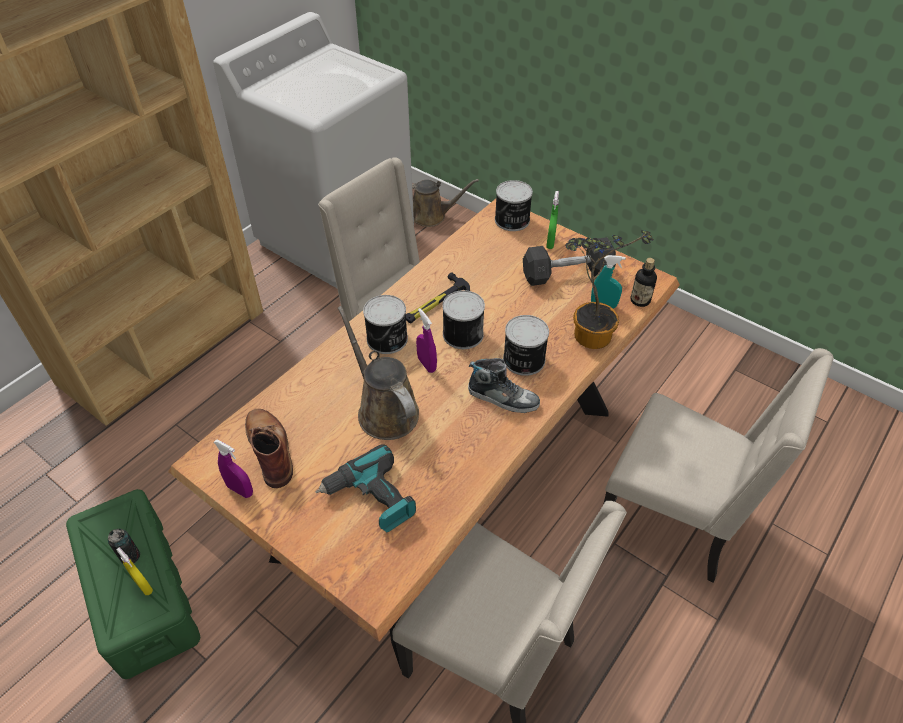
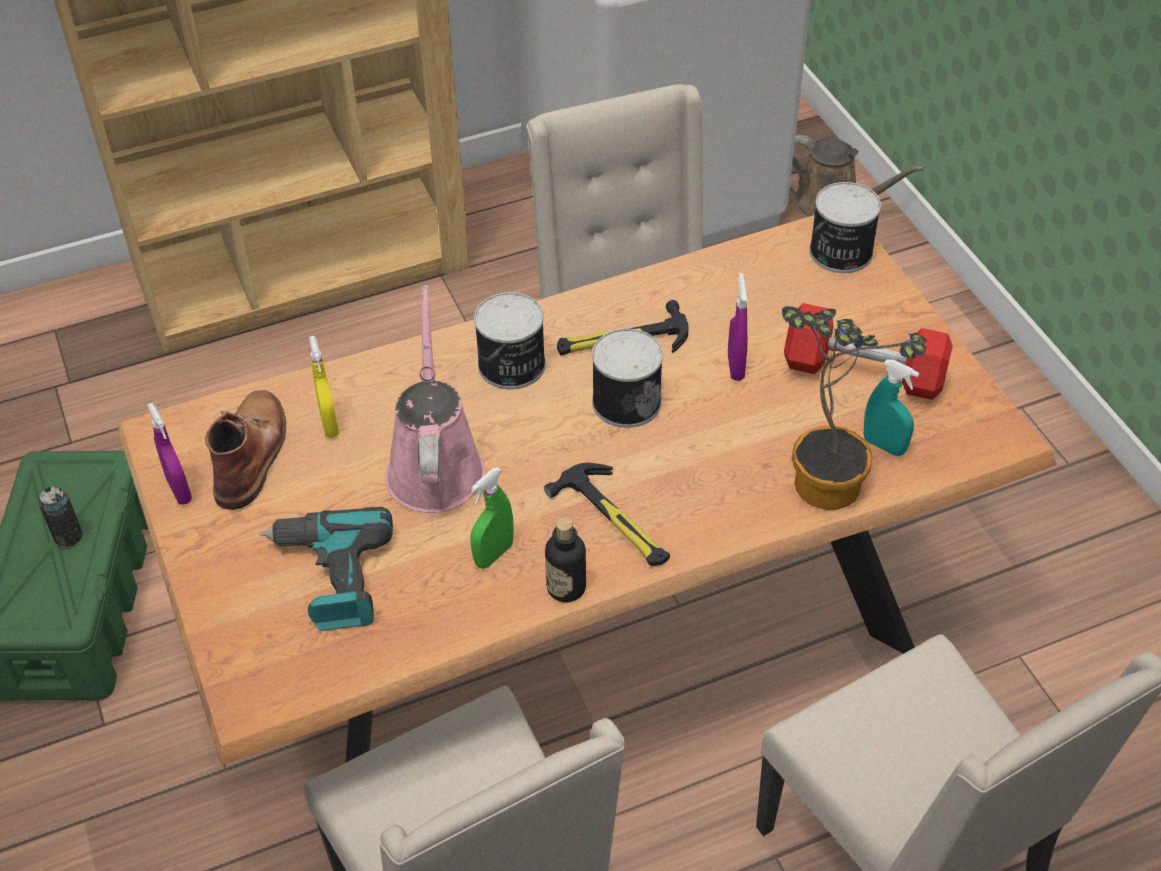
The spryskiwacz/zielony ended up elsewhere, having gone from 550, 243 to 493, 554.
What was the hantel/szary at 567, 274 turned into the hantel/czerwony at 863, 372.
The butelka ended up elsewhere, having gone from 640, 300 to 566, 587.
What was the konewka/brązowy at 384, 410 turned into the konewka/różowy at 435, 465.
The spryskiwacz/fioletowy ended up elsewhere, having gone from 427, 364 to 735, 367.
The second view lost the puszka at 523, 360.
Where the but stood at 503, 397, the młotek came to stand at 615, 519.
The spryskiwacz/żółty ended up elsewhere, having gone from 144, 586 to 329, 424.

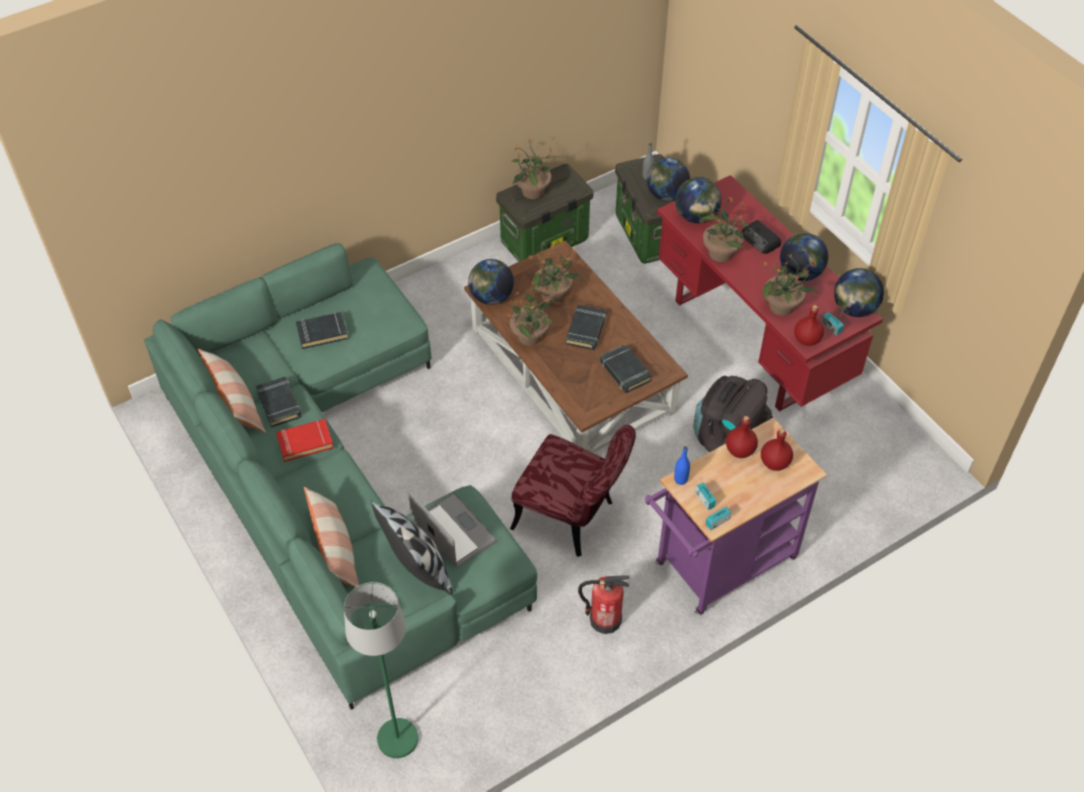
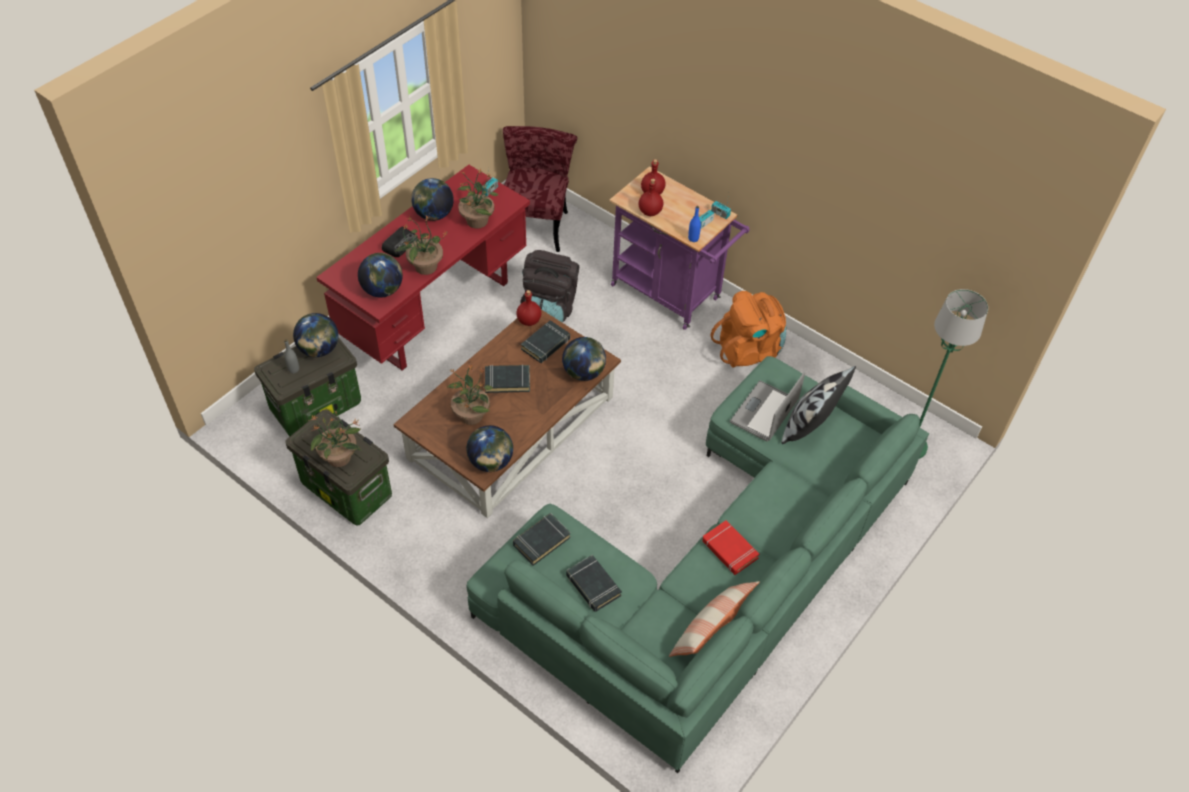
The globus ended up elsewhere, having gone from 854, 309 to 583, 373.
The second view lost the roślina doniczkowa at 530, 336.
The butelka/czerwony ended up elsewhere, having gone from 807, 340 to 529, 320.
The książka/czarny ended up elsewhere, having gone from 279, 404 to 541, 541.
The krzesło/czerwony ended up elsewhere, having gone from 572, 518 to 536, 222.
The second view lost the poduszka at 335, 549.
Where the gaśnica stood at 604, 619, the plecak/pomarańczowy came to stand at 749, 350.

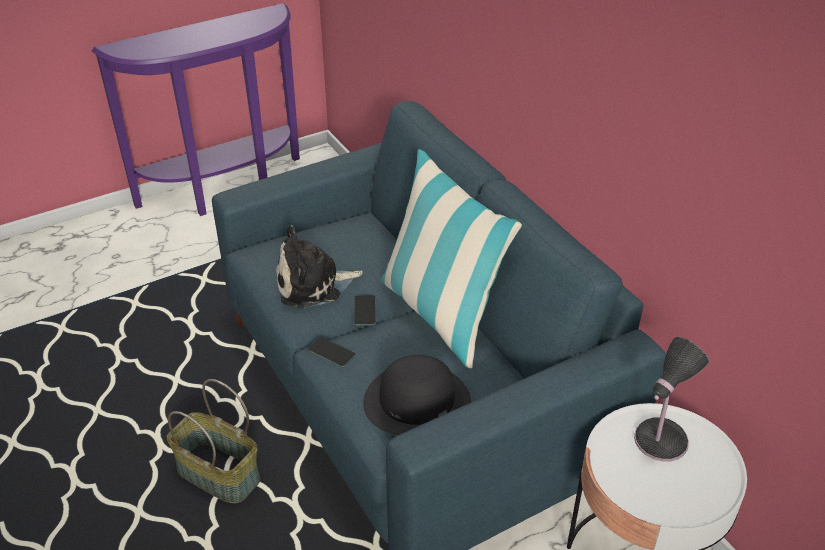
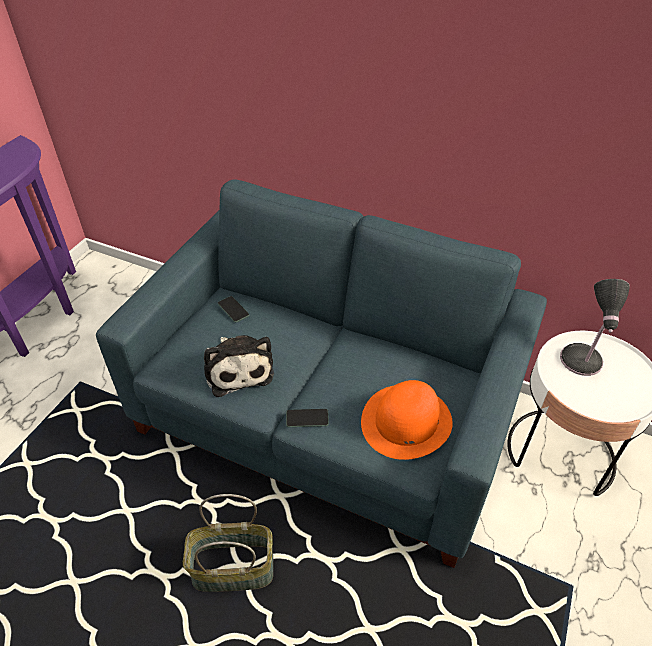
The second view lost the poduszka at 440, 313.
The pluszak at 313, 284 ended up facing another way, 60 degrees counterclockwise from before.
The telefon ended up elsewhere, having gone from 364, 311 to 233, 309.
What was the kapelusz/czarny at 416, 401 turned into the kapelusz/pomarańczowy at 406, 422.

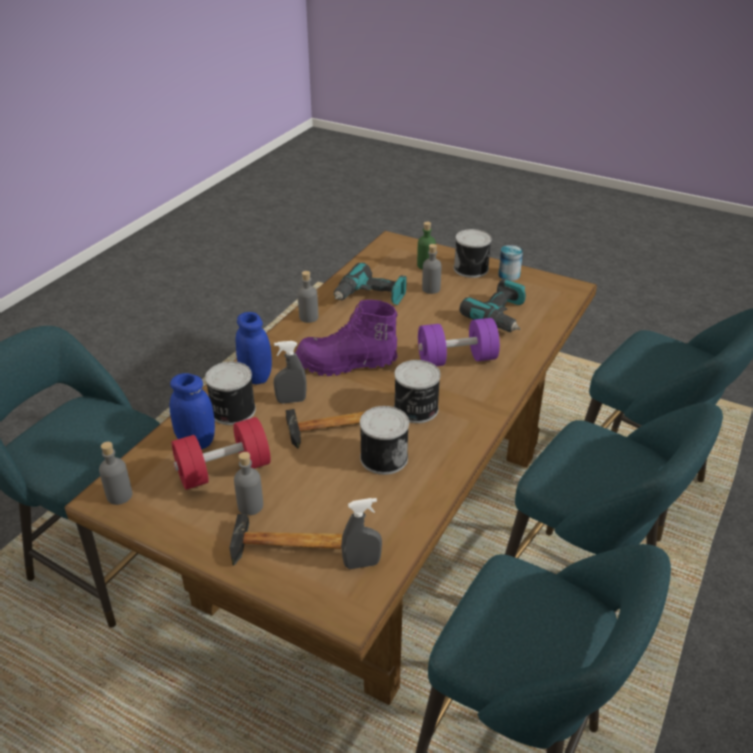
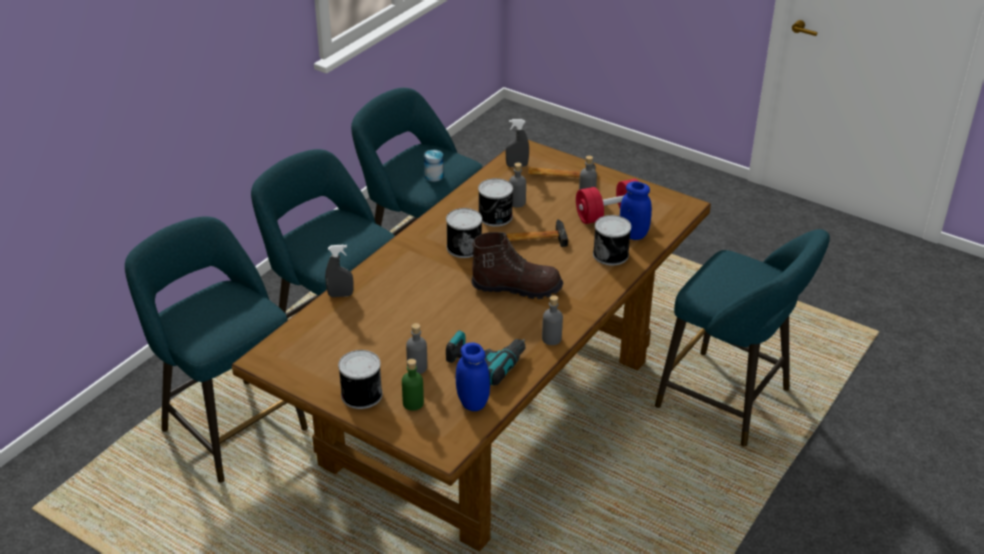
The puszka ended up elsewhere, having gone from 509, 275 to 434, 176.
The second view lost the wiertarka at 500, 316.
What was the but z cholewką/fioletowy at 346, 364 turned into the but z cholewką/brązowy at 517, 287.
The słoik/niebieski ended up elsewhere, having gone from 256, 377 to 472, 402.
The second view lost the hantel/fioletowy at 456, 359.
The spryskiwacz/szary ended up elsewhere, having gone from 291, 401 to 340, 295.
The butelka/szary ended up elsewhere, having gone from 119, 495 to 517, 202.

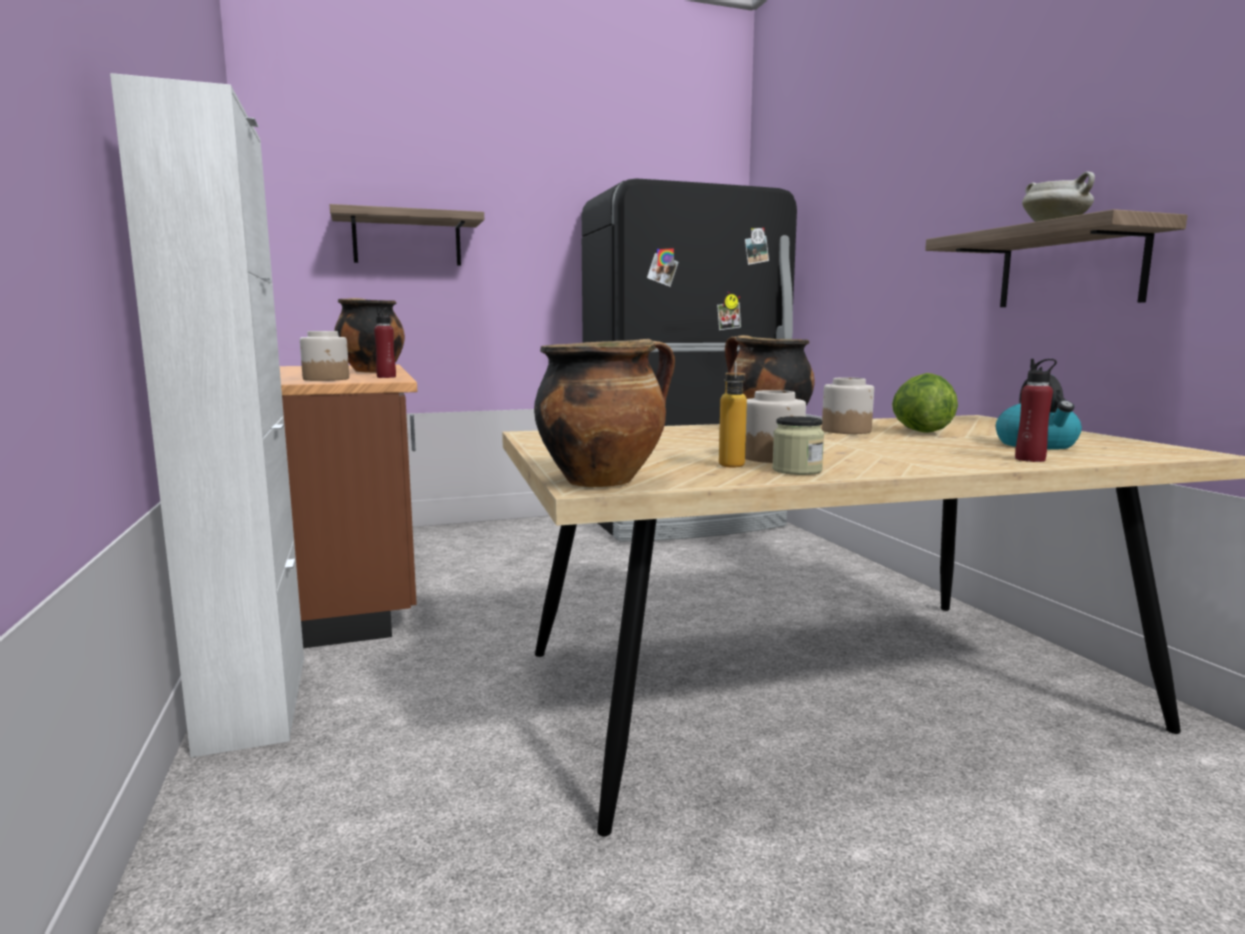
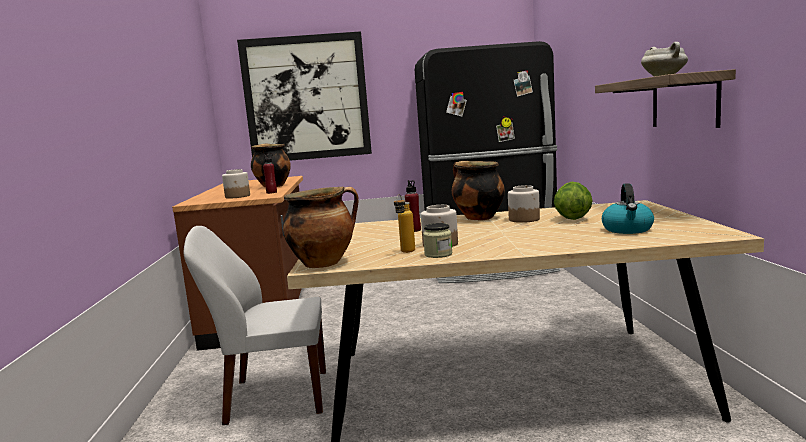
The second view lost the szafka/biały at 254, 703.
Where the półka hung at 407, 240, the obraz came to hang at 306, 98.
The butelka/czerwony ended up elsewhere, having gone from 1030, 459 to 414, 230.
The second view gained the krzesło/biały at 274, 397.

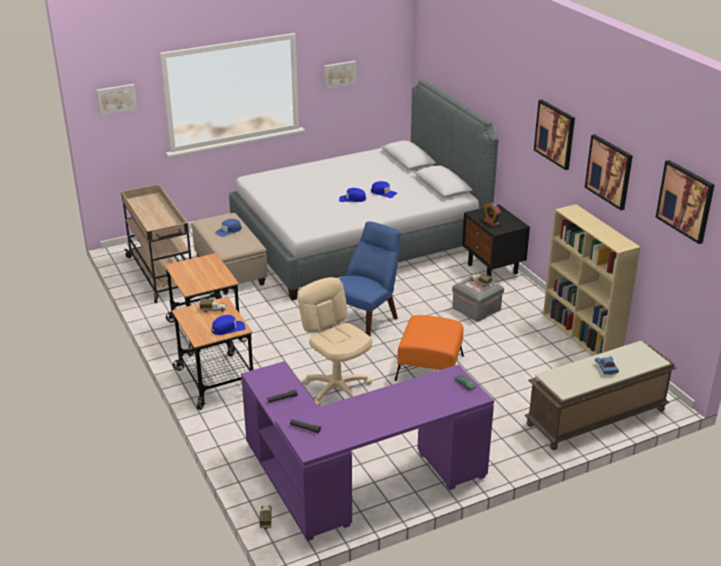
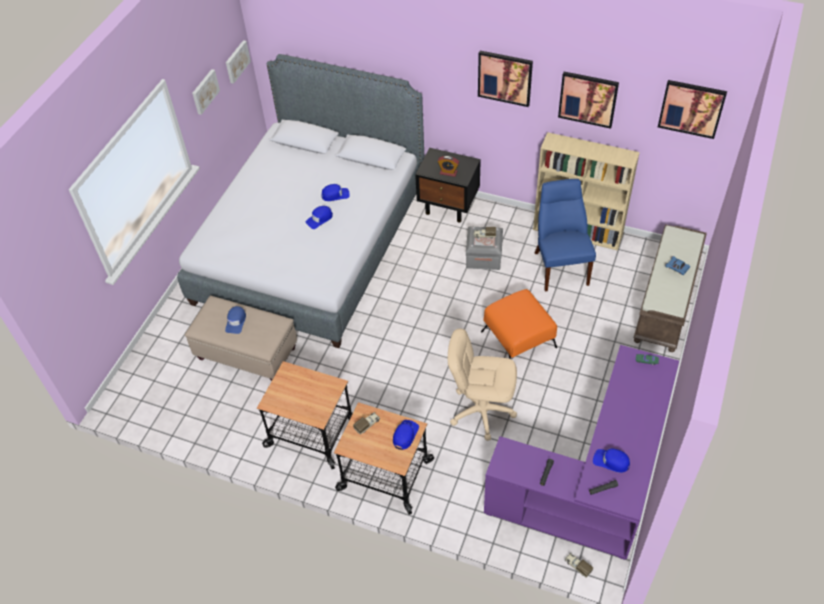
The obraz ended up elsewhere, having gone from 116, 98 to 236, 61.
The second view lost the wózek/beżowy at 162, 275.
The krzesło/niebieski ended up elsewhere, having gone from 366, 322 to 560, 266.
The second view gained the czapka z daszkiem/niebieski at 611, 461.

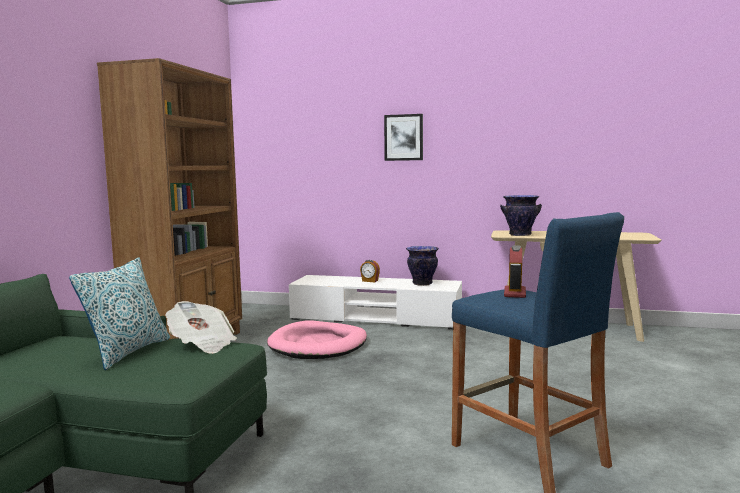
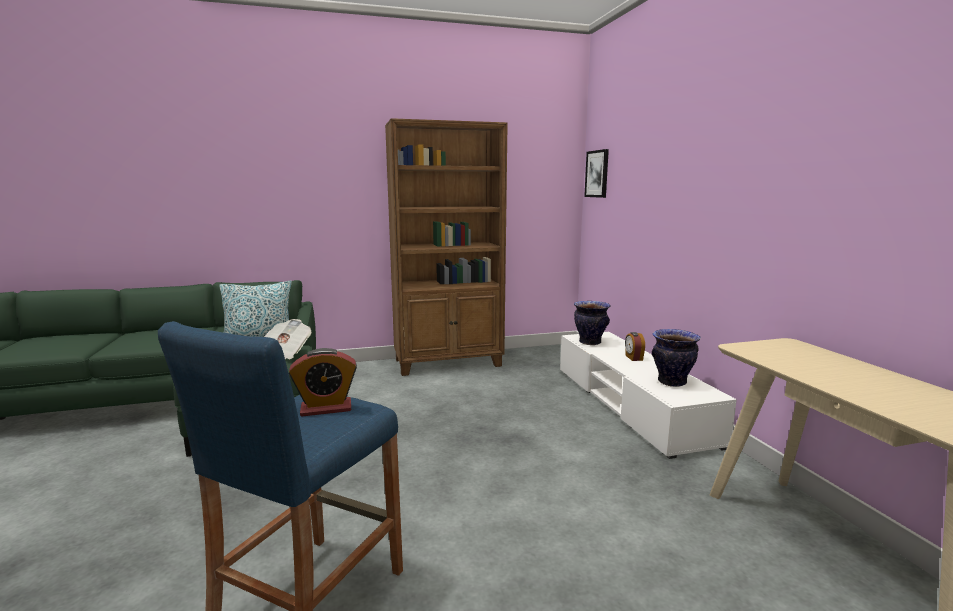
The obraz ended up elsewhere, having gone from 403, 137 to 597, 174.
The wazon ended up elsewhere, having gone from 520, 235 to 590, 342.
The second view lost the legowisko/różowy at 318, 345.

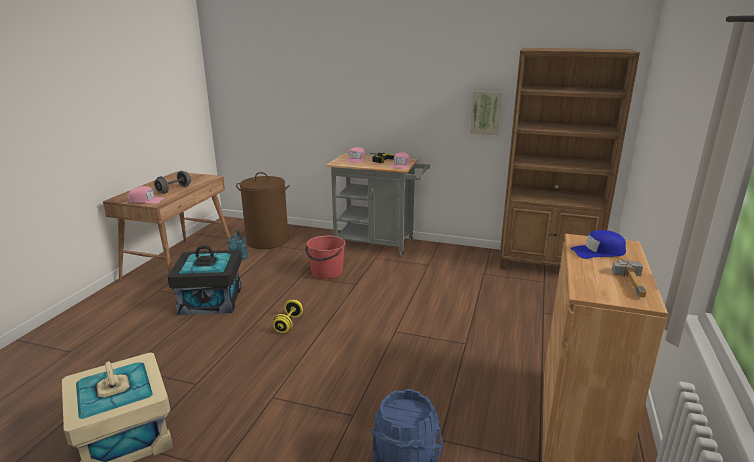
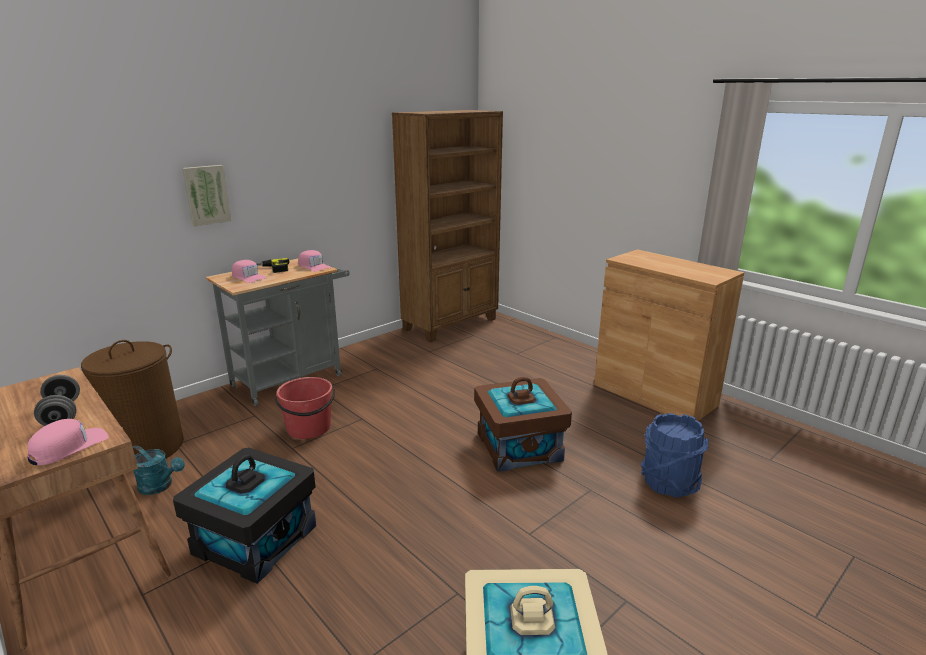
The obraz ended up elsewhere, having gone from 485, 112 to 206, 195.
The second view lost the czapka z daszkiem/niebieski at 598, 252.
The second view lost the młotek at 635, 283.
The second view lost the hantel/żółty at 288, 324.
The second view gained the pojemnik do przechowywania/brązowy at 519, 446.

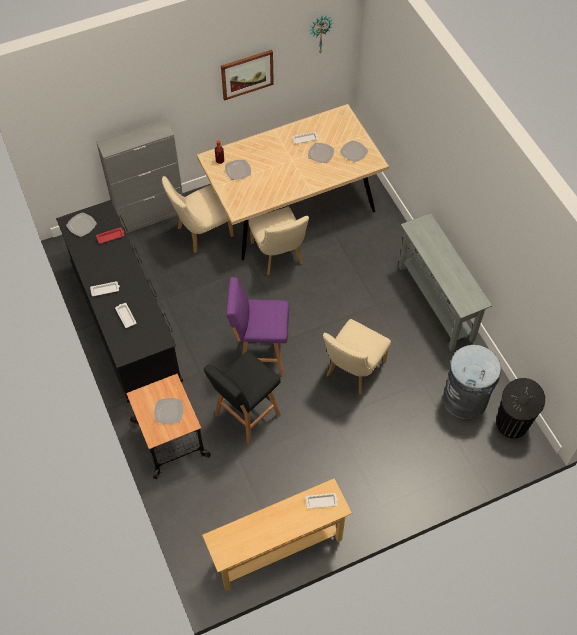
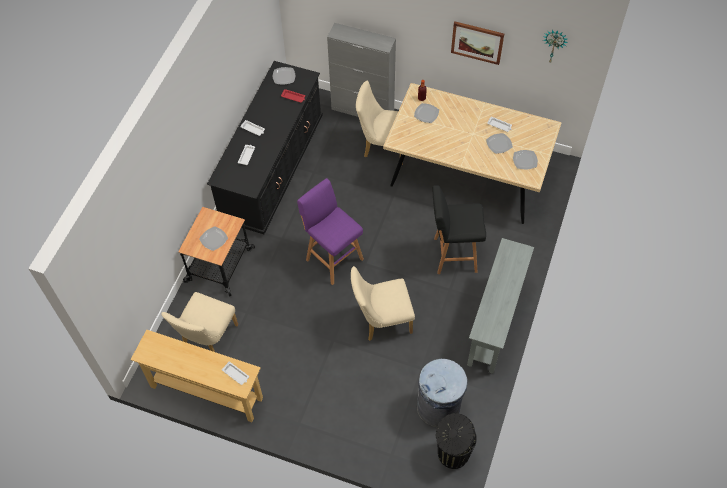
The krzesło/beżowy ended up elsewhere, having gone from 278, 256 to 207, 339.
The stołek/czarny ended up elsewhere, having gone from 245, 416 to 453, 255.

